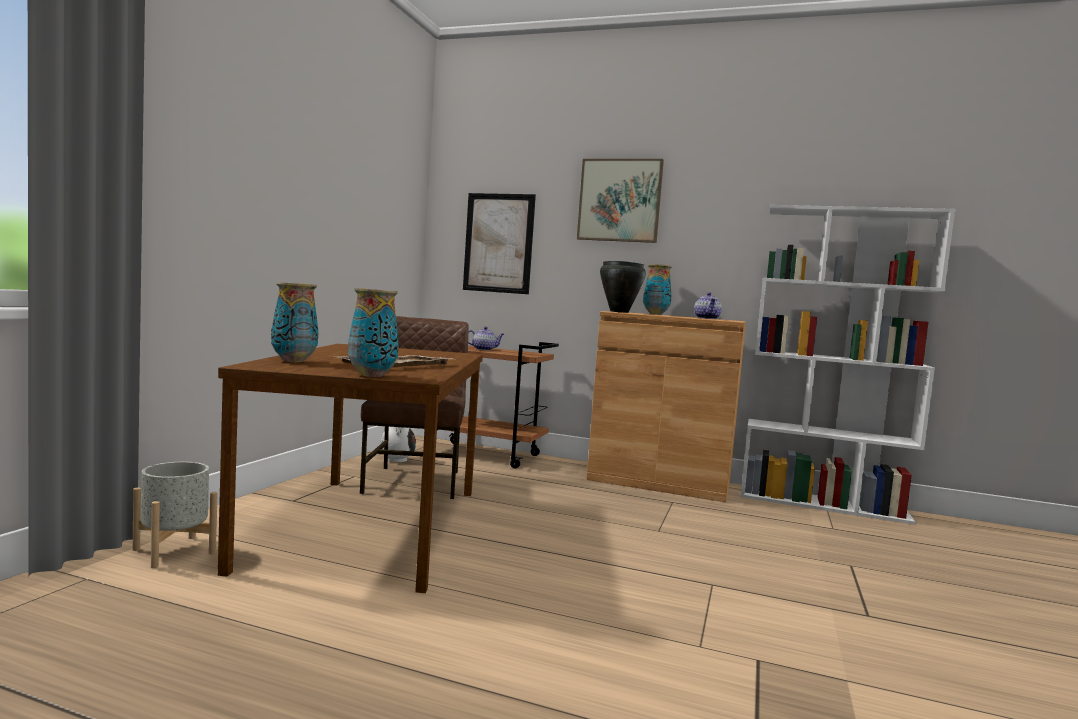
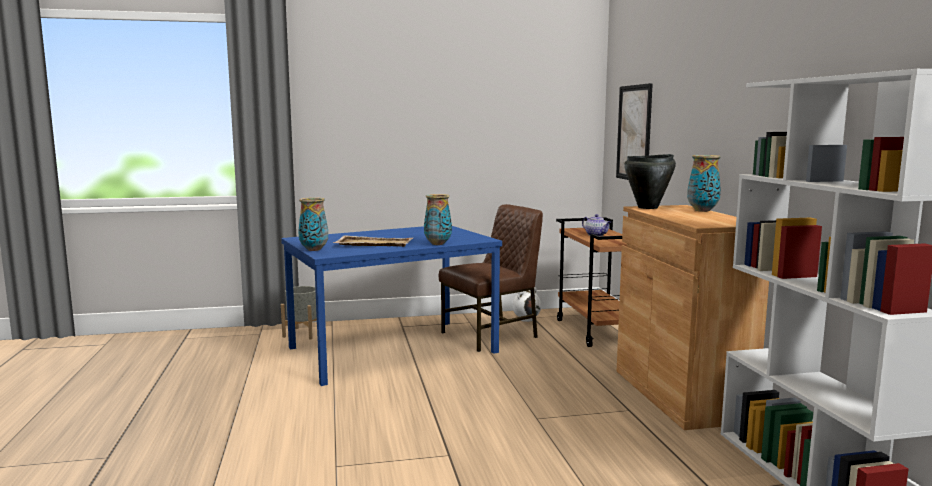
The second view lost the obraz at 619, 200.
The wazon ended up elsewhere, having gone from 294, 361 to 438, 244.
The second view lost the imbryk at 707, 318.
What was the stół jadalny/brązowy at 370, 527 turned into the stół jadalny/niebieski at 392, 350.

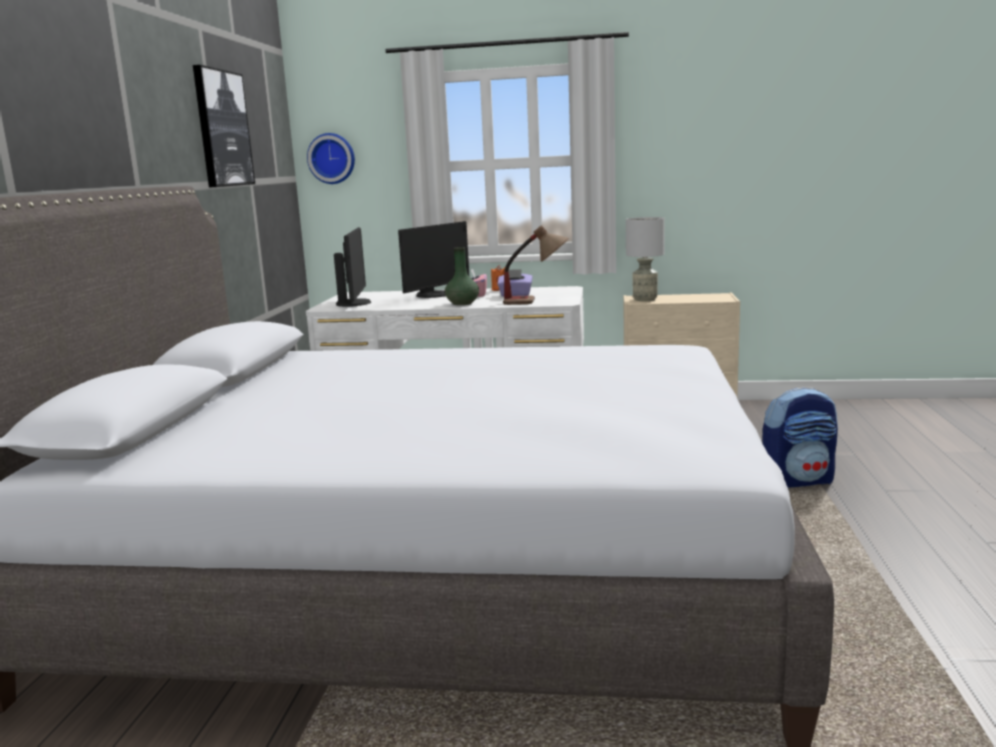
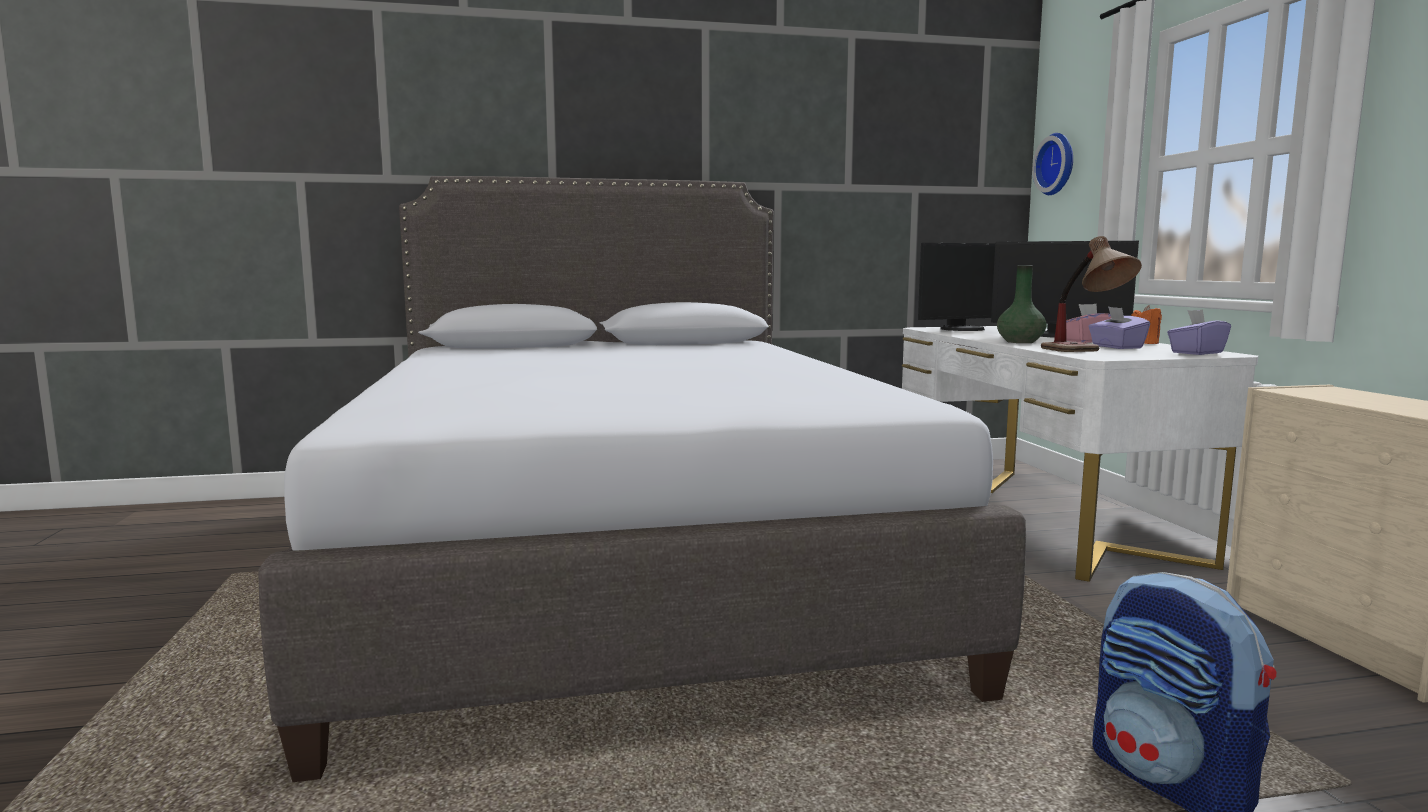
The second view lost the obraz at 222, 129.
The second view lost the lampa stołowa/szary at 645, 299.
The second view gained the pudełko chusteczek/fioletowy at 1196, 353.

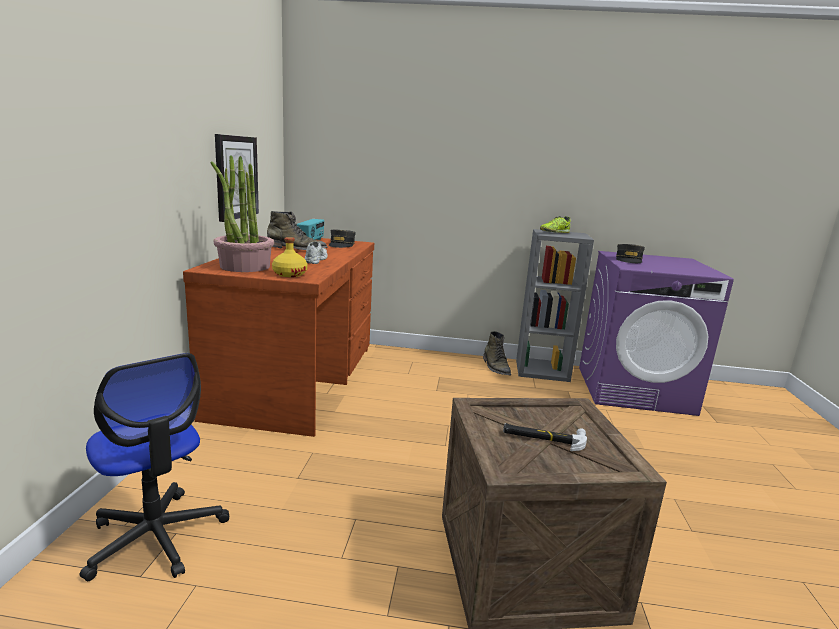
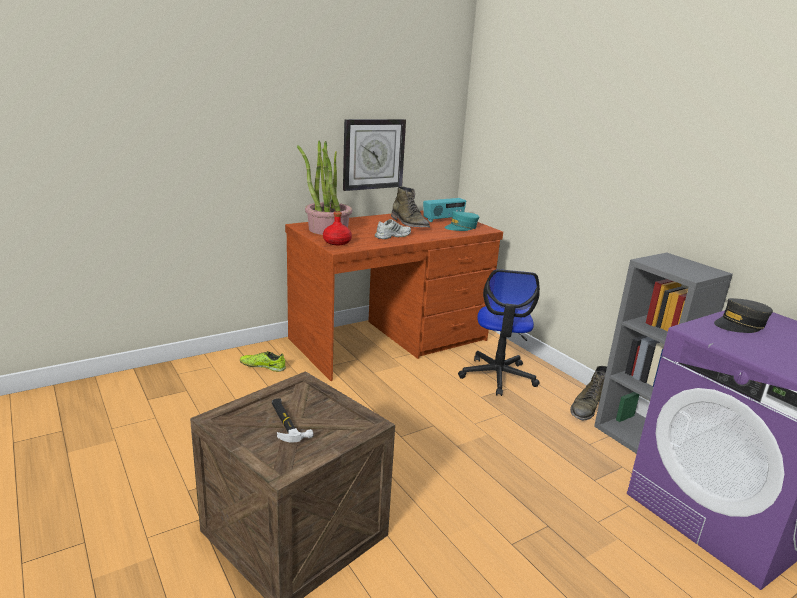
The but ended up elsewhere, having gone from 554, 233 to 263, 366.
What was the czapka z daszkiem/szary at 341, 245 turned into the czapka z daszkiem/turkusowy at 461, 227.
What was the butelka/żółty at 289, 274 turned into the butelka/czerwony at 337, 242.
The krzesło biurowe ended up elsewhere, having gone from 156, 537 to 497, 376.

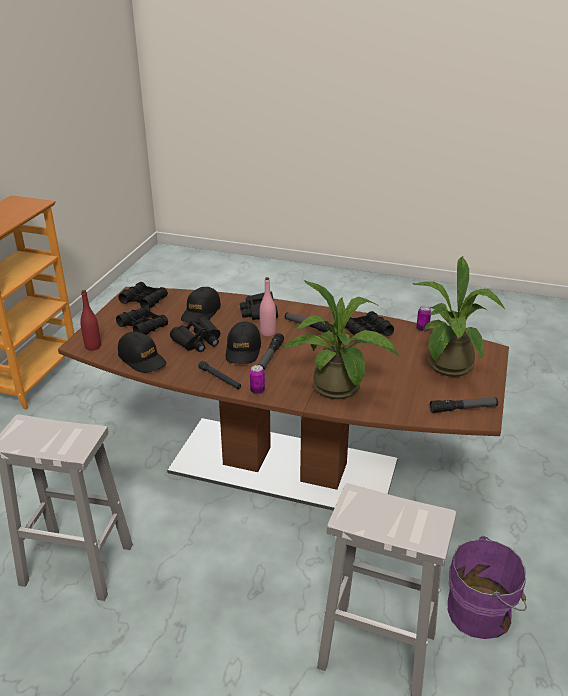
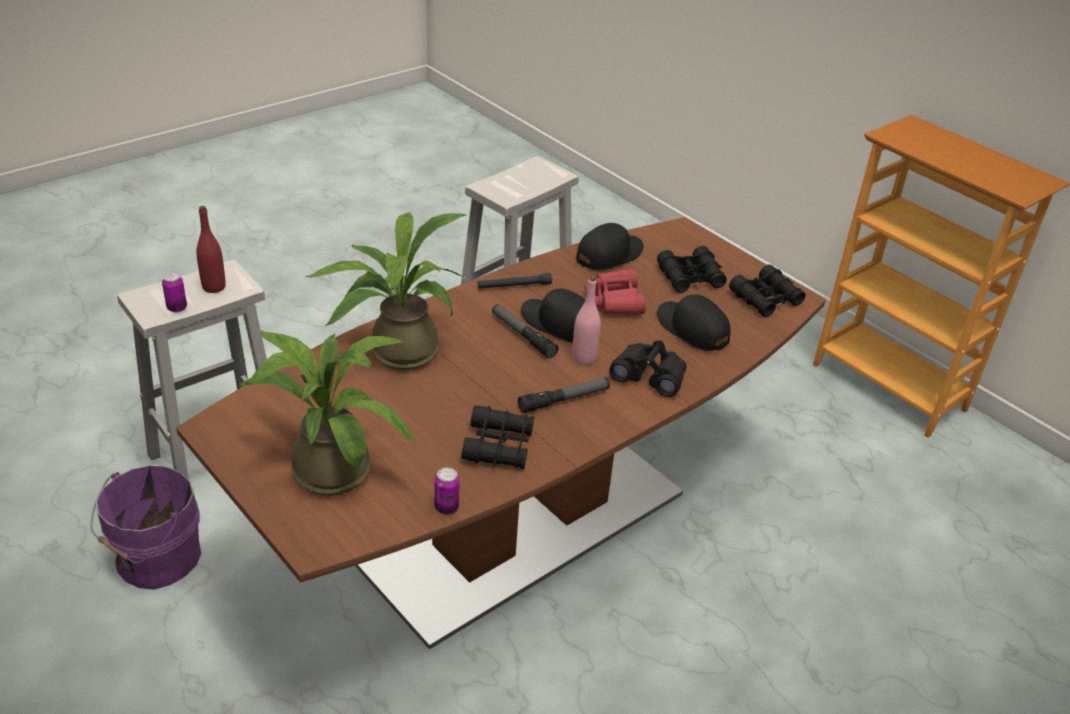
The butelka/czerwony ended up elsewhere, having gone from 93, 346 to 214, 287.
What was the lornetka/czarny at 198, 341 turned into the lornetka/czerwony at 614, 301.
The czapka z daszkiem/czarny at 142, 359 ended up facing another way, 150 degrees clockwise from before.
The puszka ended up elsewhere, having gone from 257, 391 to 177, 308.
The second view lost the latarka at 463, 409.

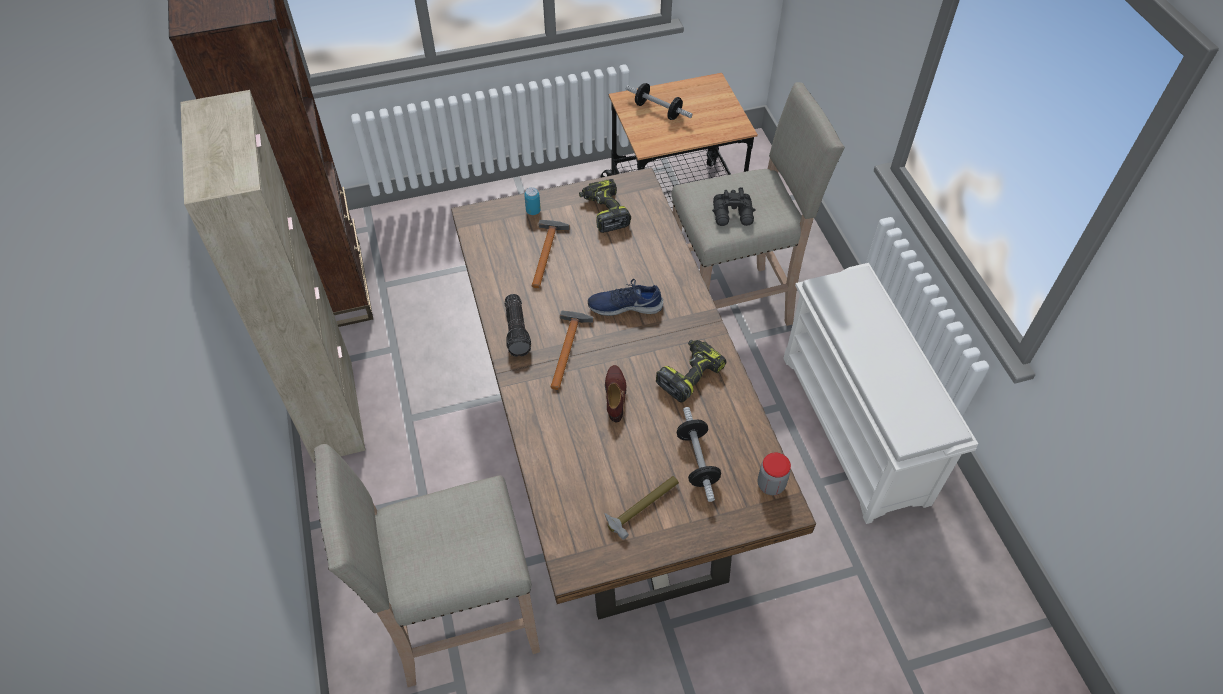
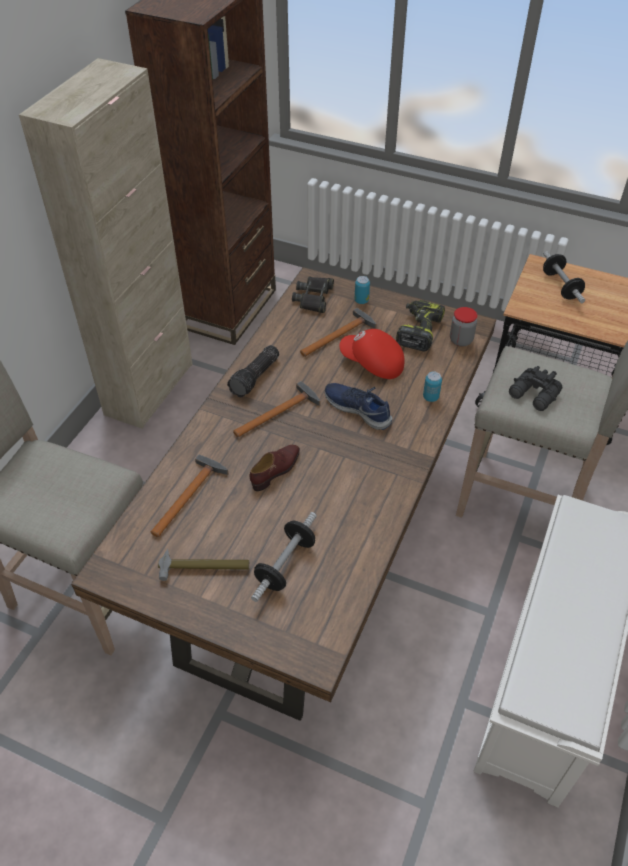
The second view lost the wiertarka at 689, 374.
The słoik ended up elsewhere, having gone from 771, 484 to 461, 340.
The second view gained the lornetka/czarny at 314, 298.
The second view gained the czapka z daszkiem/czerwony at 372, 364.
The second view gained the puszka at 430, 397.
The second view gained the młotek at 189, 495.

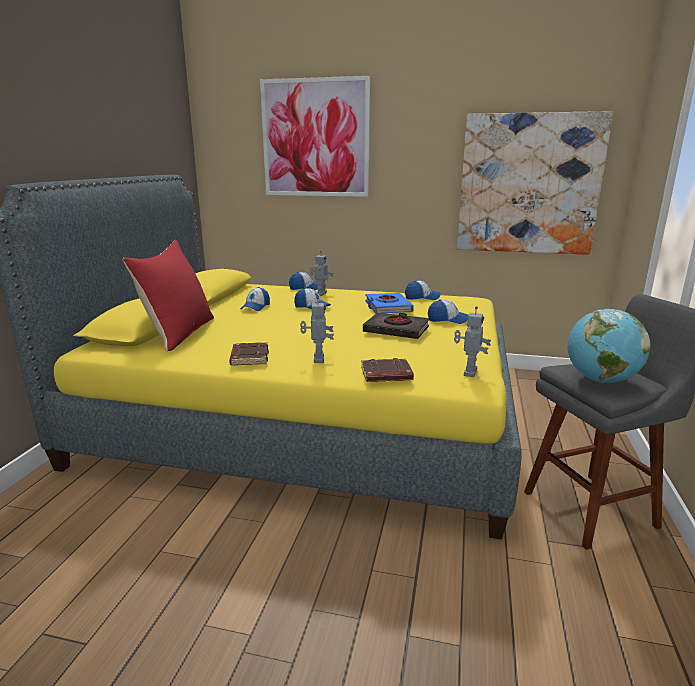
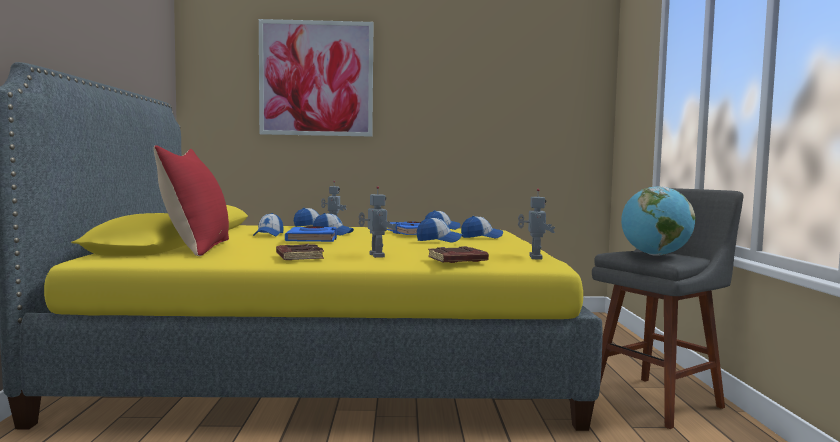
The second view lost the obraz at 529, 185.
Where the książka/czarny stood at 396, 330, the czapka z daszkiem came to stand at 439, 240.
The second view gained the książka/niebieski at 312, 239.

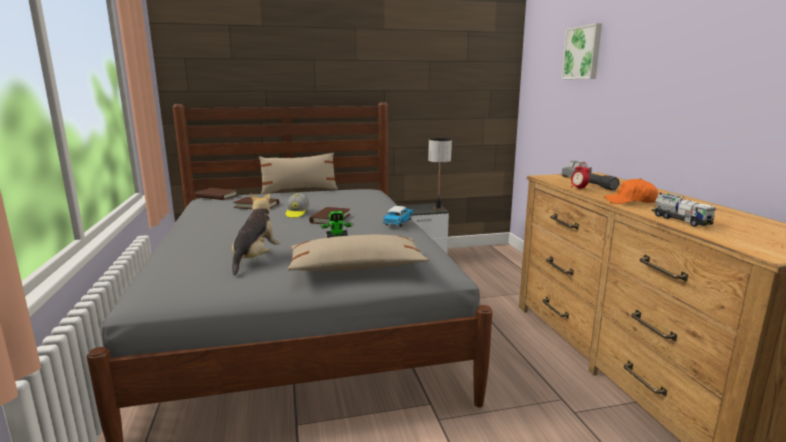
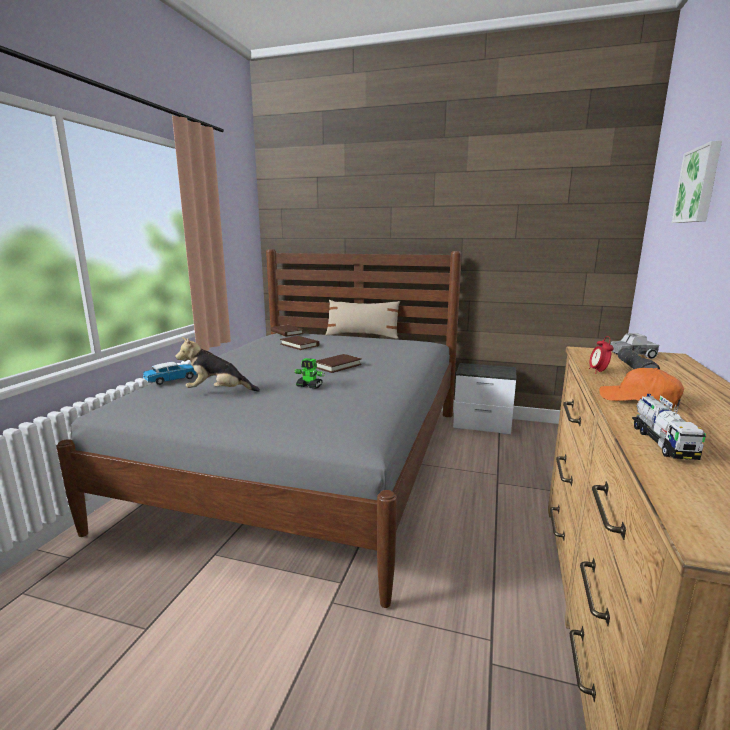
The second view lost the lampa stołowa at 438, 209.
The pluszak at 255, 259 ended up facing another way, 135 degrees counterclockwise from before.
The second view lost the czapka z daszkiem at 297, 213.
The samochodzik ended up elsewhere, having gone from 398, 222 to 171, 380.
The second view lost the poduszka/beżowy at 356, 267.

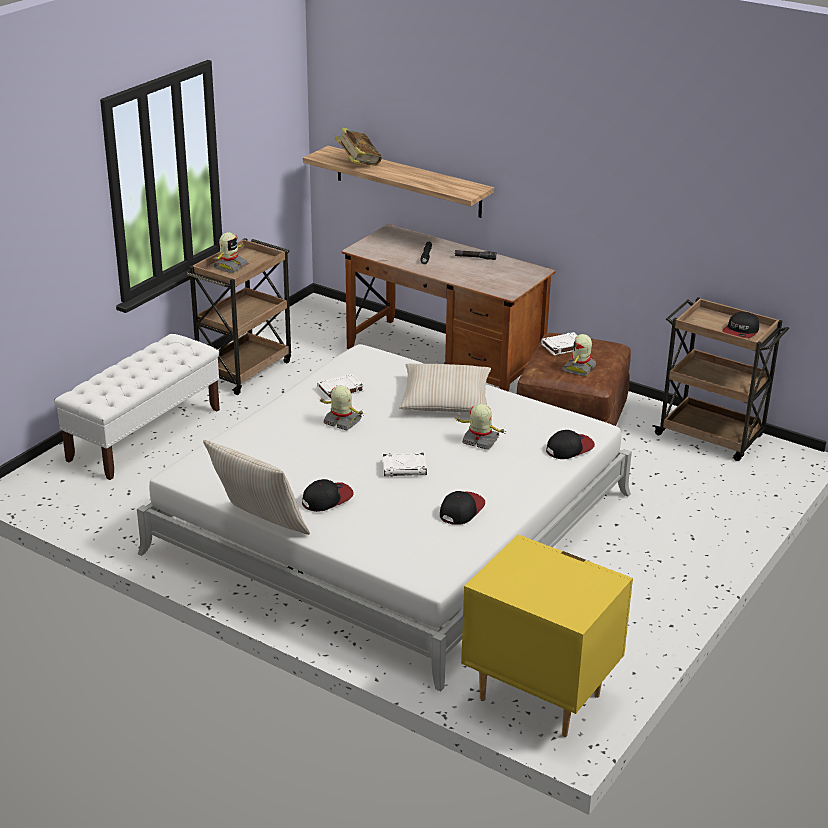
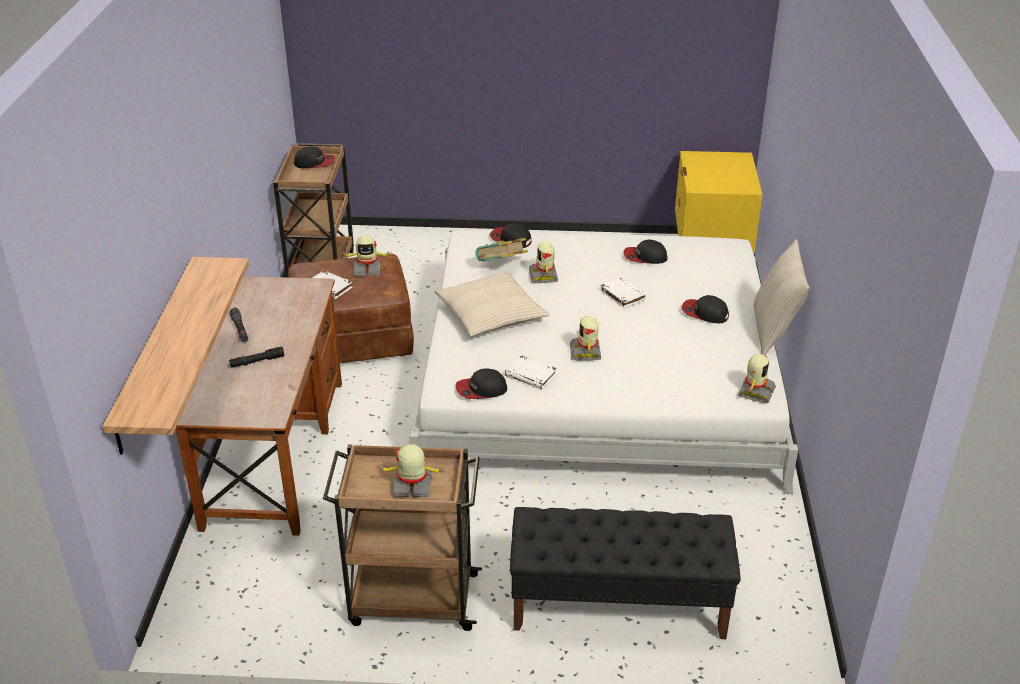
The książka ended up elsewhere, having gone from 358, 163 to 501, 266.
What was the ławka/biały at 145, 434 turned into the ławka/czarny at 617, 605.
The second view gained the robot zabawkowy at 755, 391.
The second view gained the czapka z daszkiem at 481, 390.

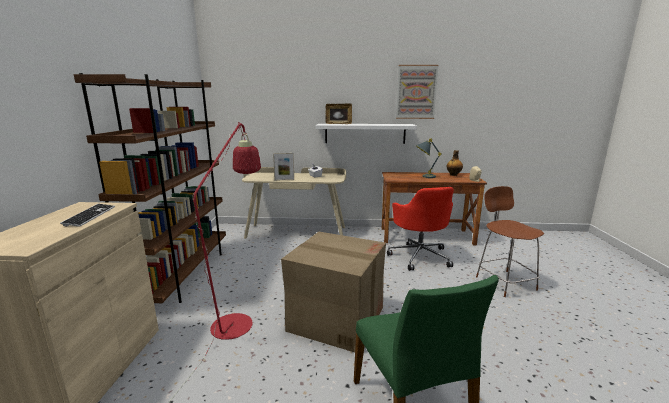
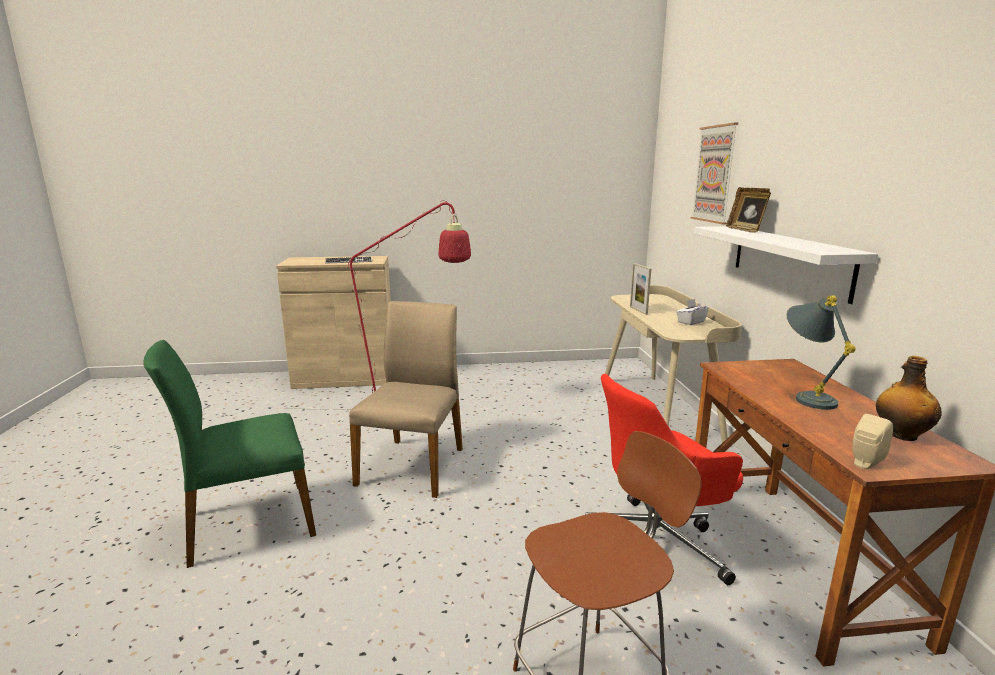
The obraz ended up elsewhere, having gone from 416, 92 to 714, 174.
The second view lost the regał/brązowy at 185, 275.
Where the karton stood at 335, 318, the krzesło/beżowy came to stand at 413, 465.

